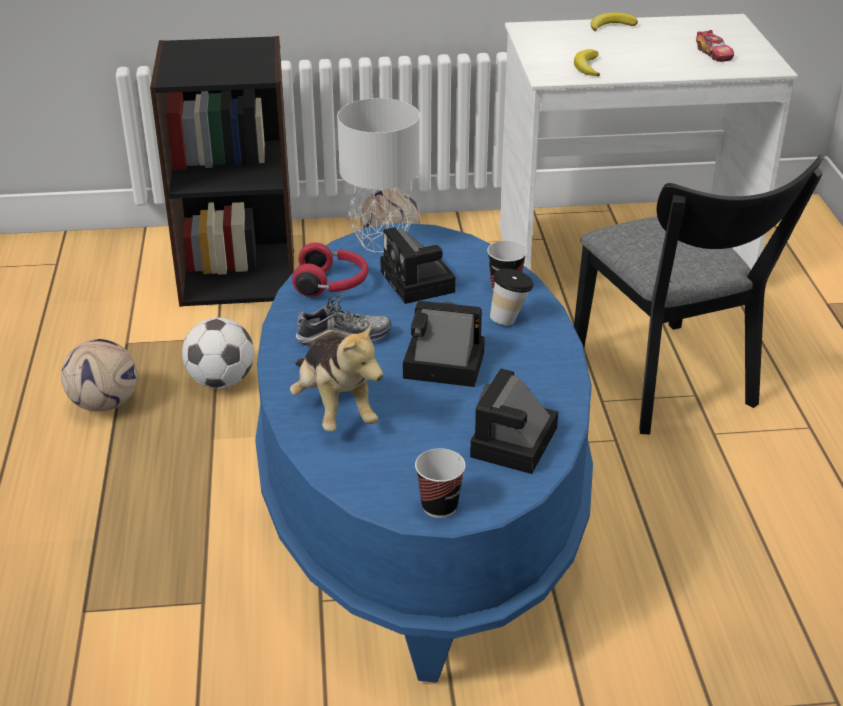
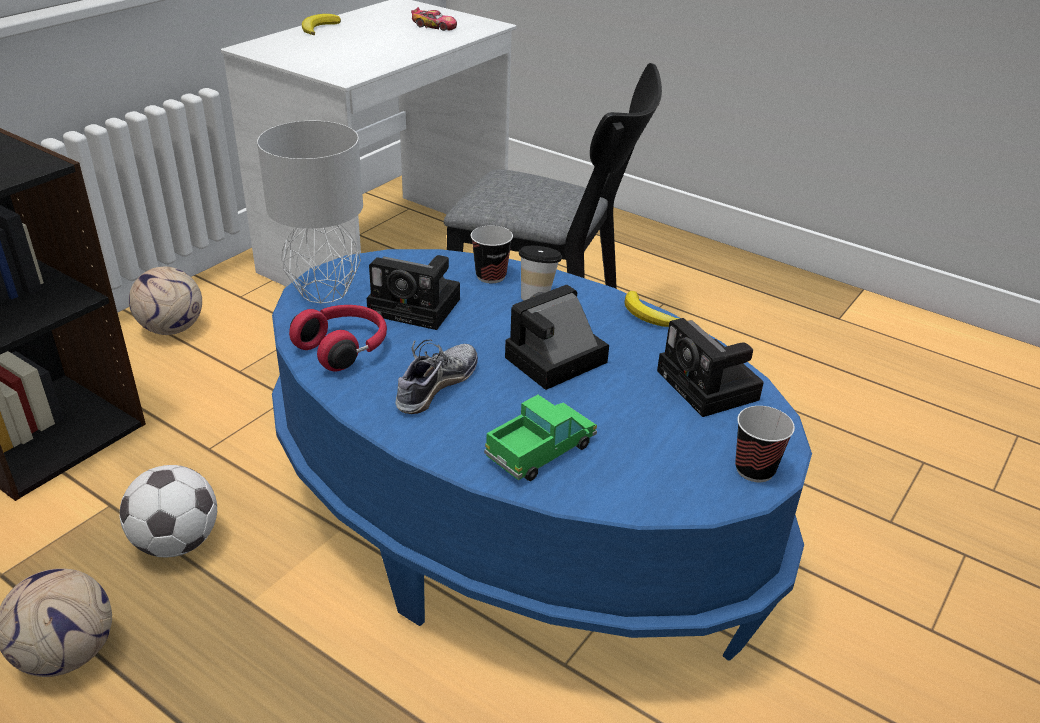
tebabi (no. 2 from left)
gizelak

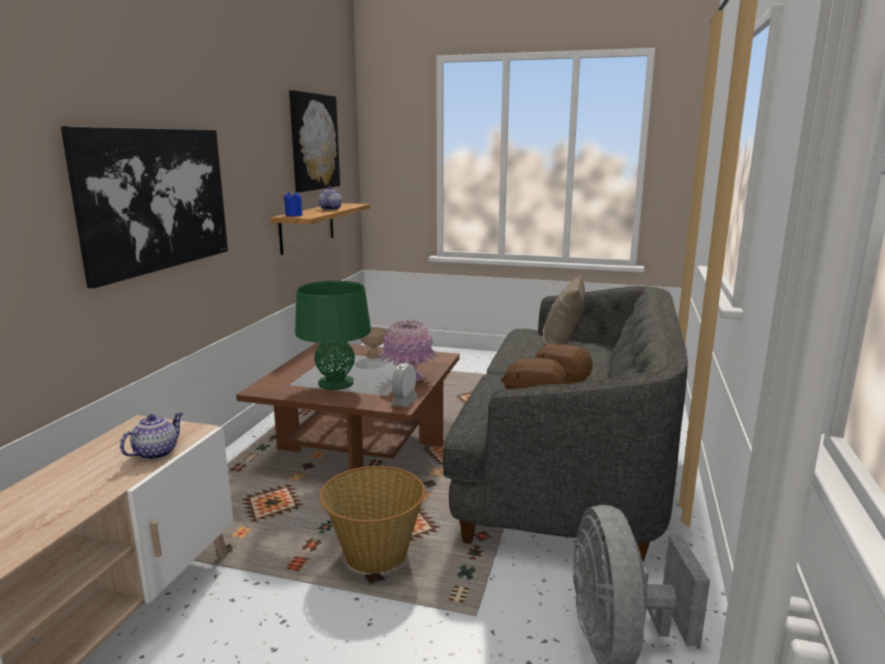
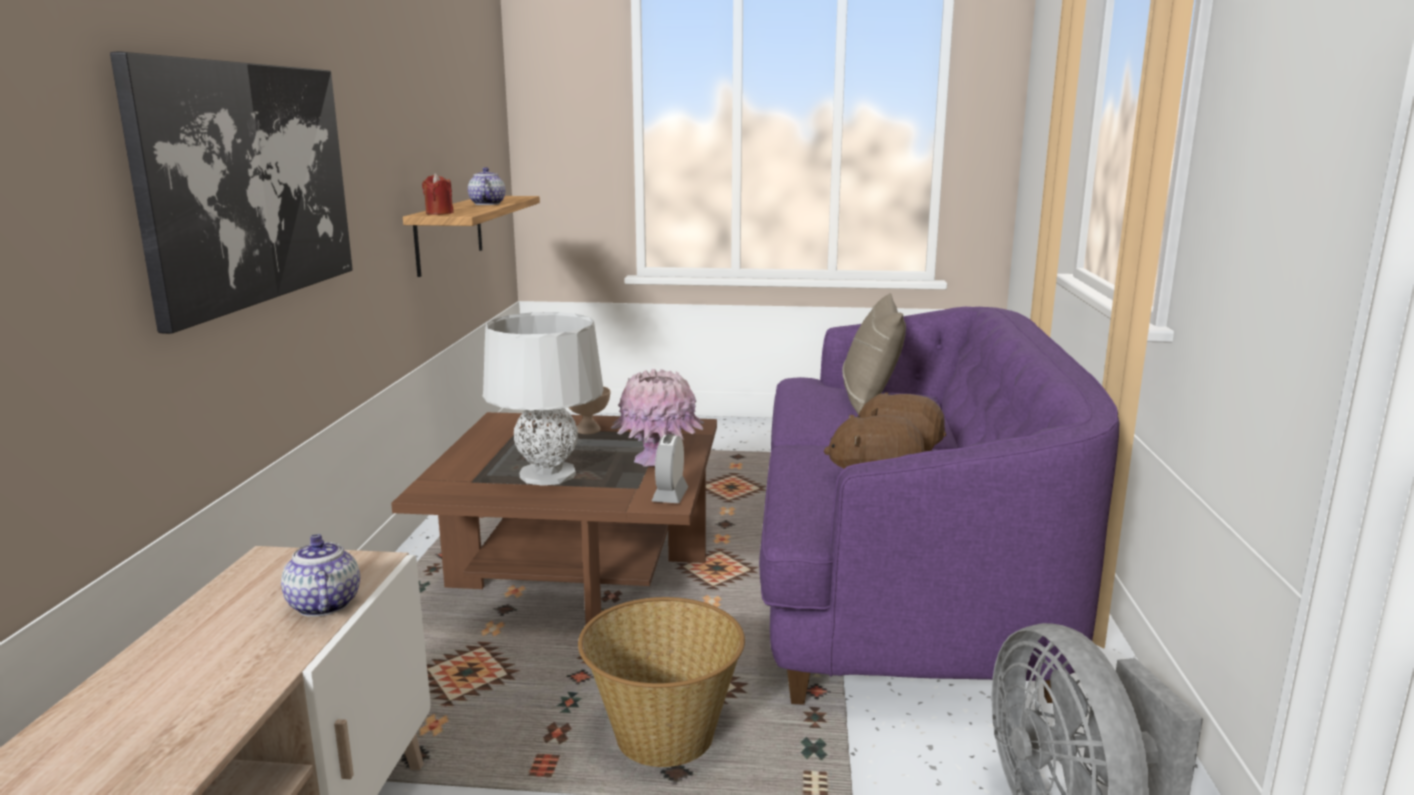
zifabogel (no. 2 from left in the first image)
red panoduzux
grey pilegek
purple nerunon
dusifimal (no. 1 from left)

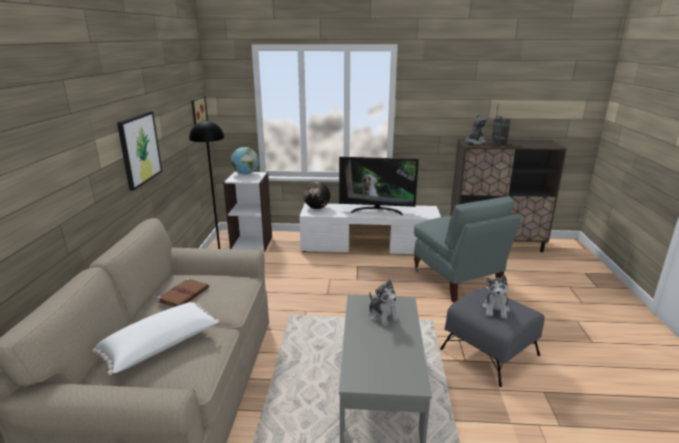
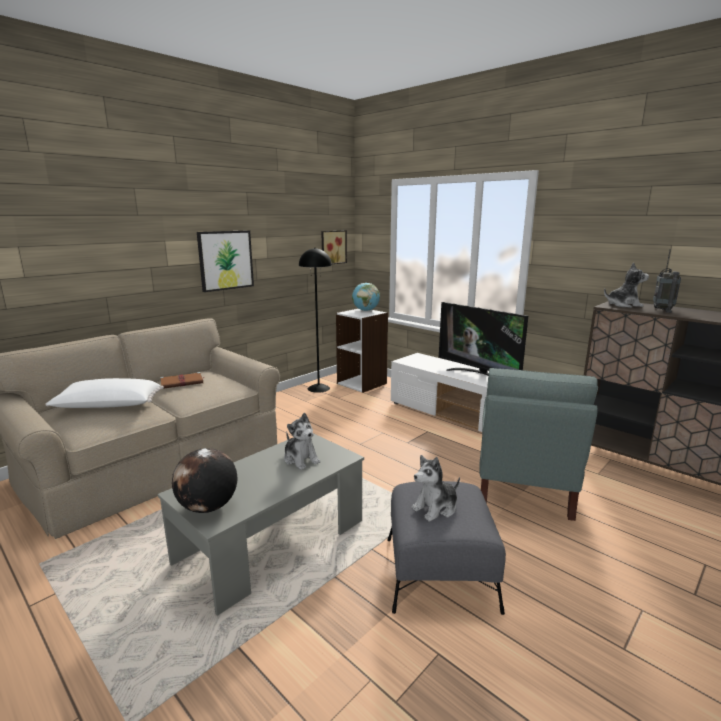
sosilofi (no. 1 from left)
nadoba (no. 1 from left)

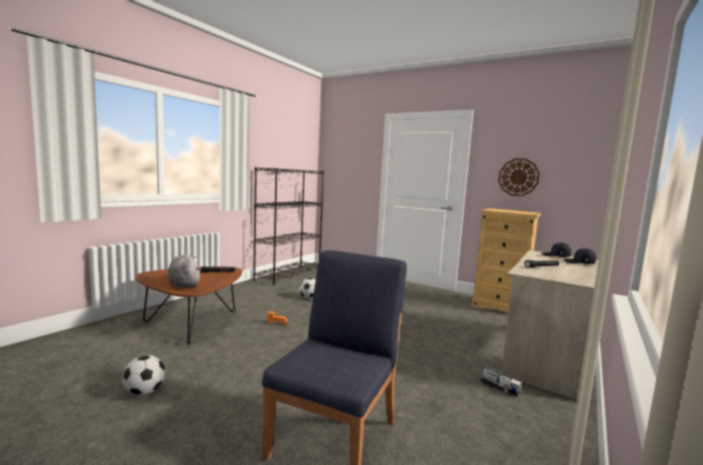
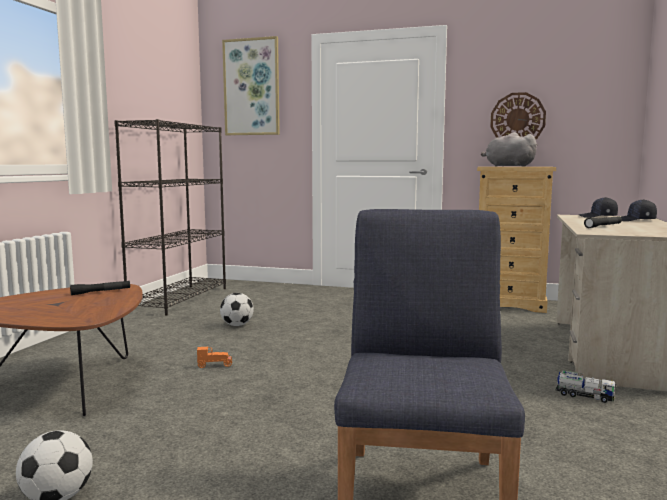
zifabogel
grey nadoba

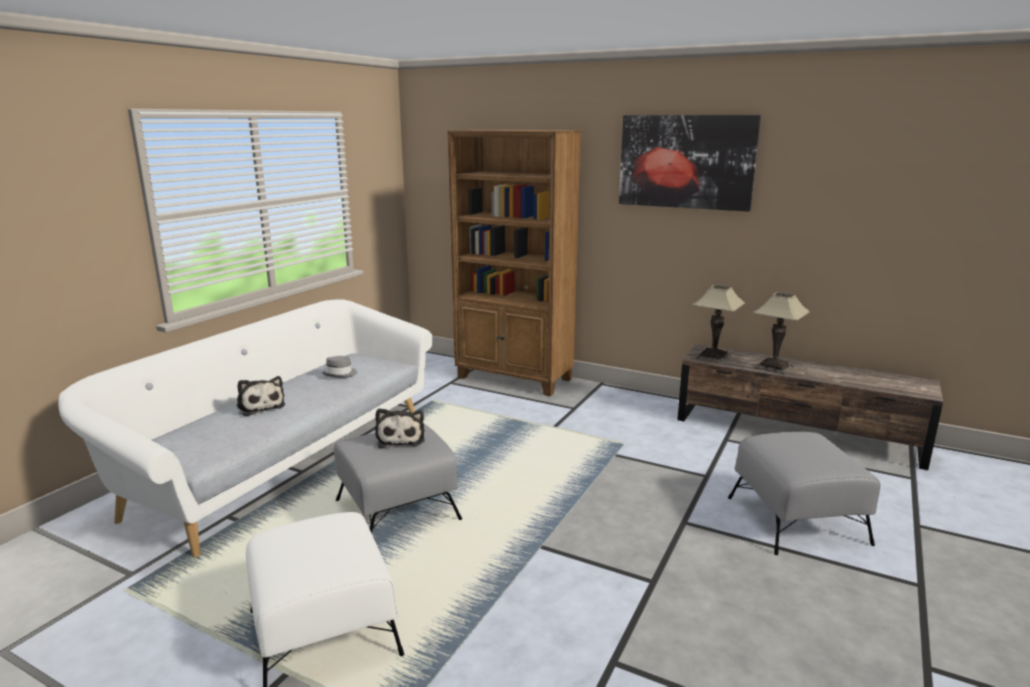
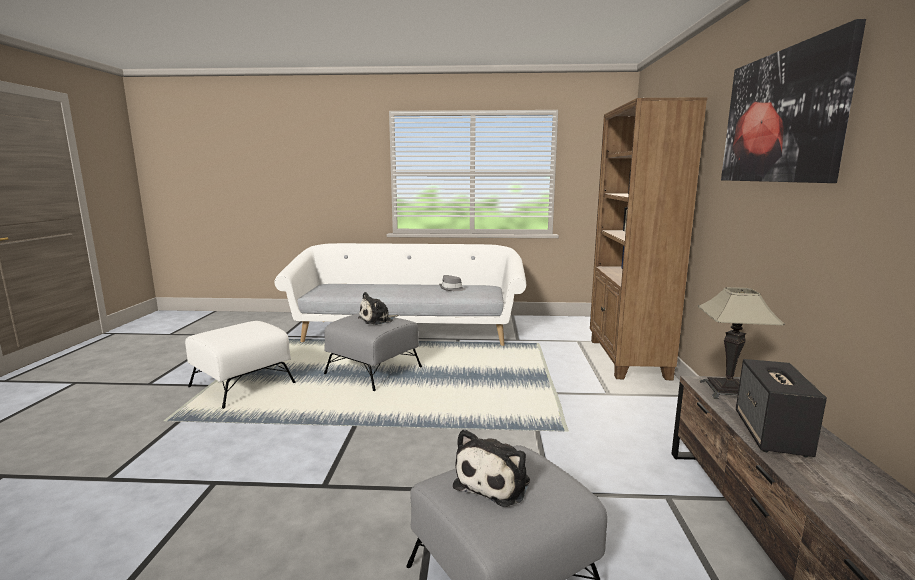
nadoba (no. 2 from left)
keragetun

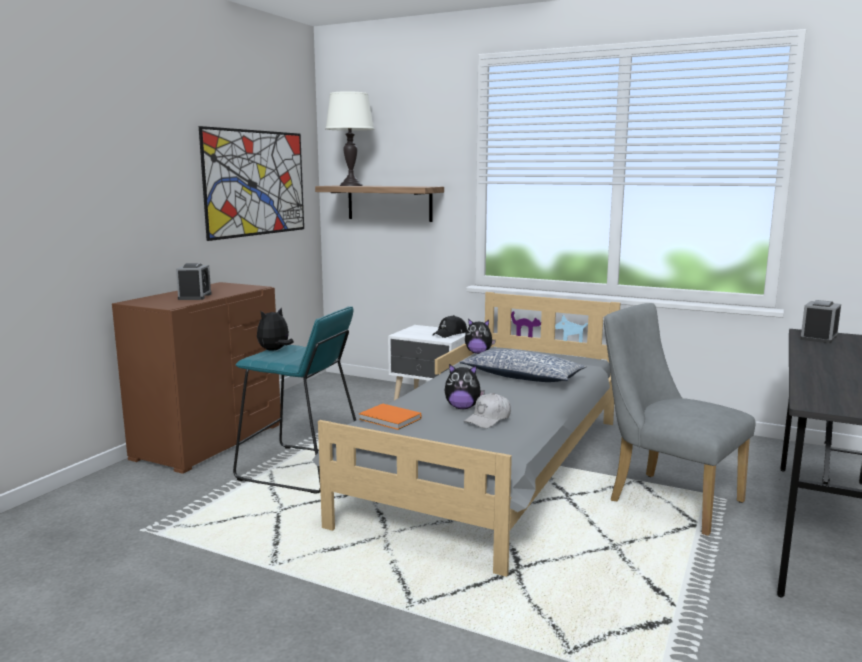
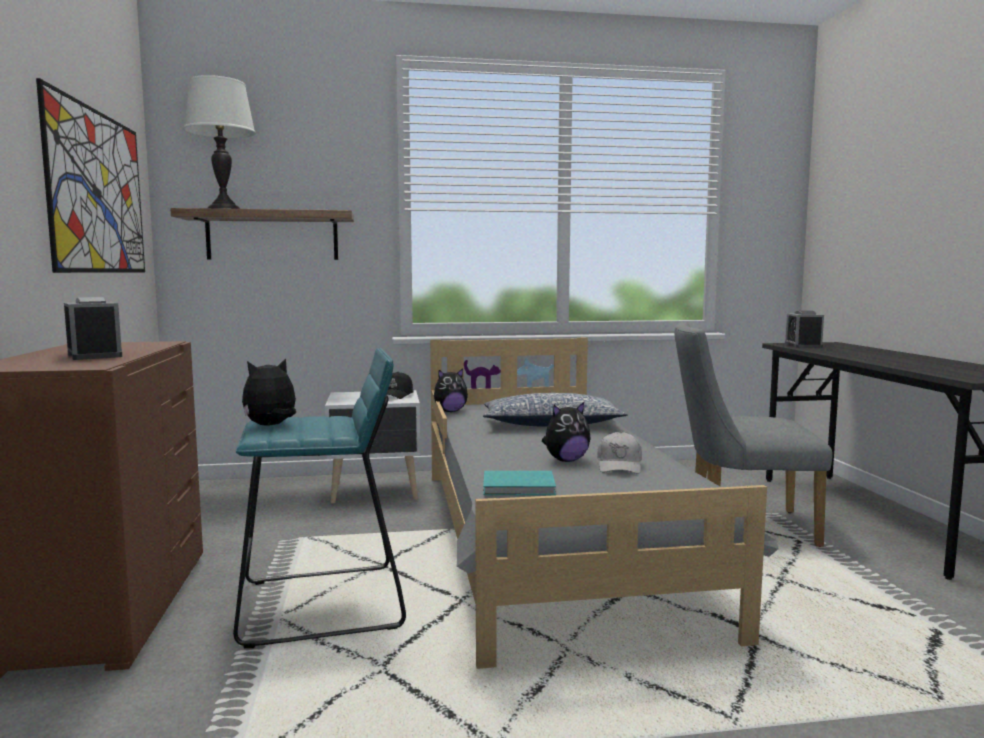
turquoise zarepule
nadoba (no. 1 from left)

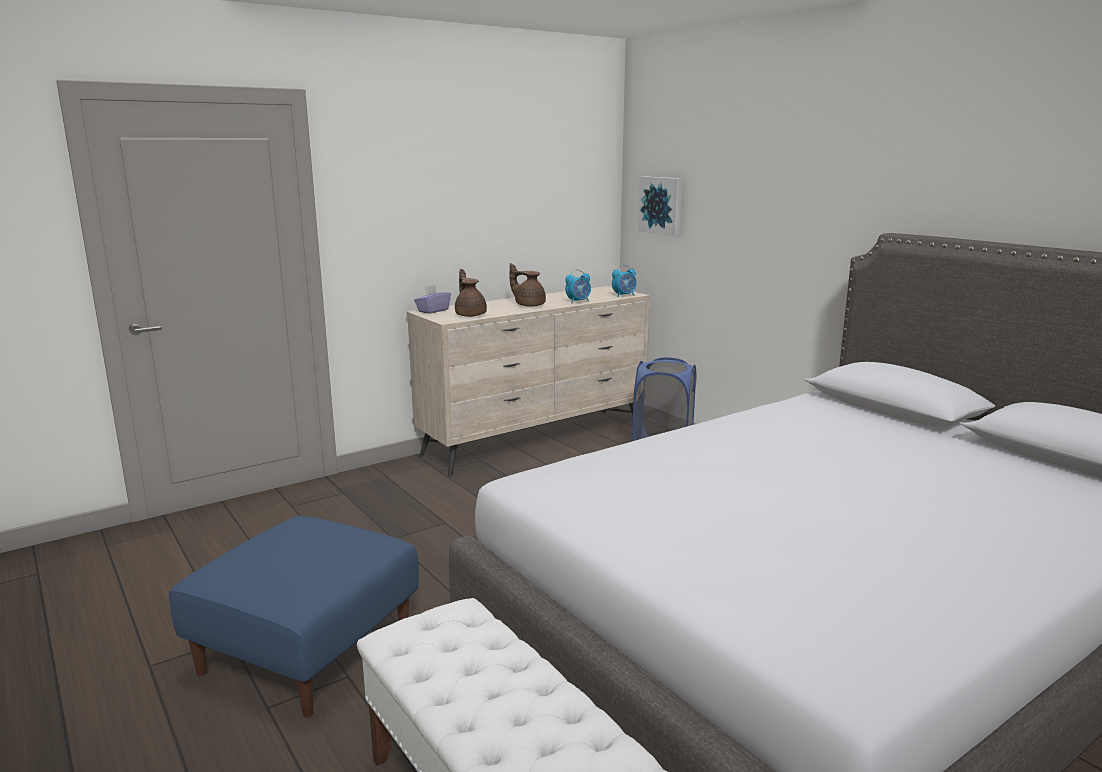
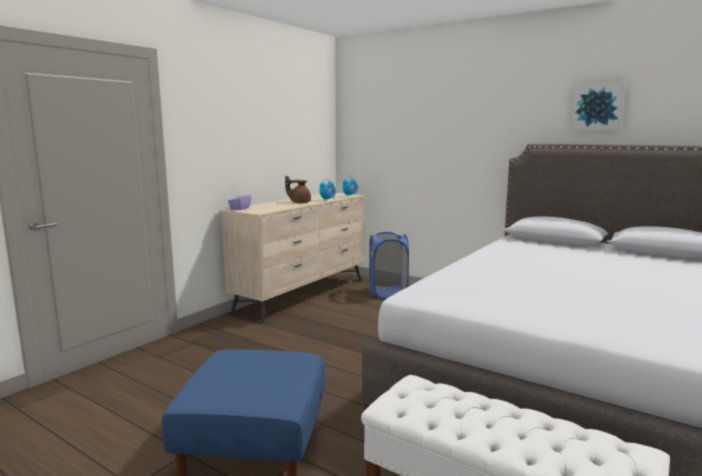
brown dusifimal (no. 1 from left in the first image)
zifabogel

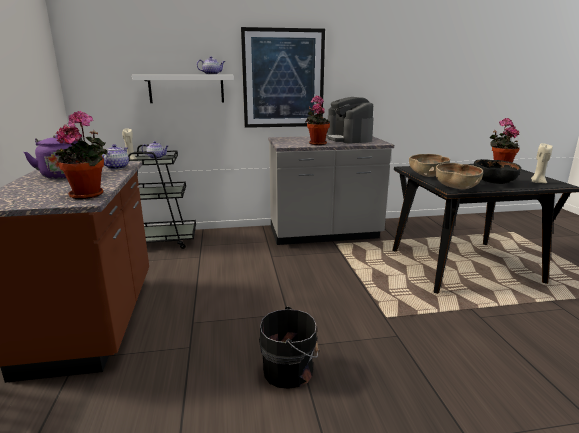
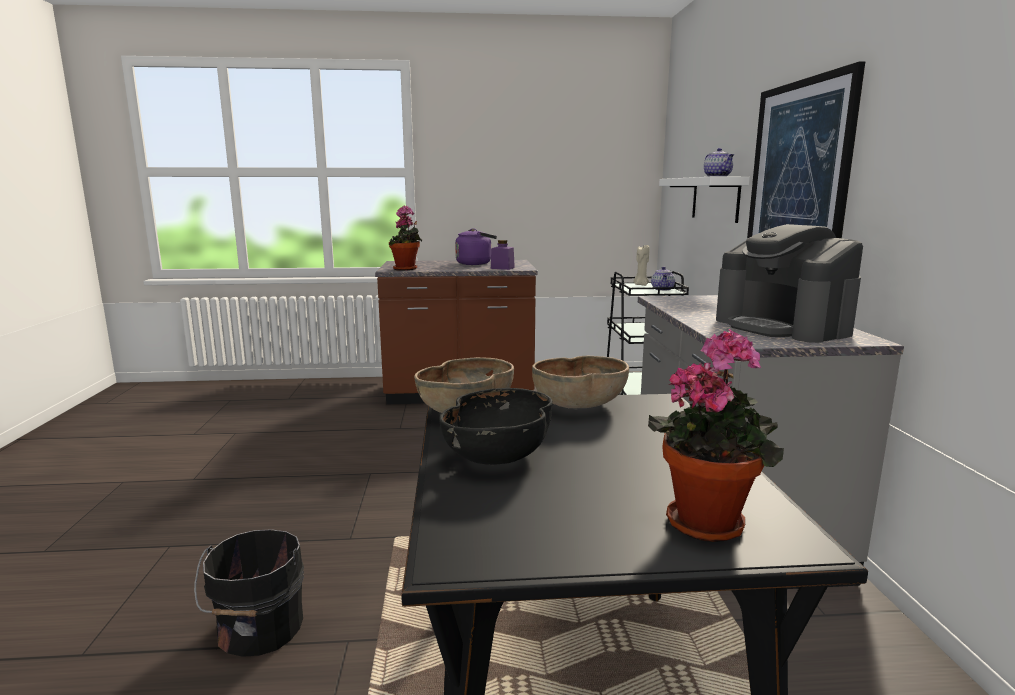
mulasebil (no. 2 from left in the first image)
beige panoduzux (no. 2 from left in the first image)
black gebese
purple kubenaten
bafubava

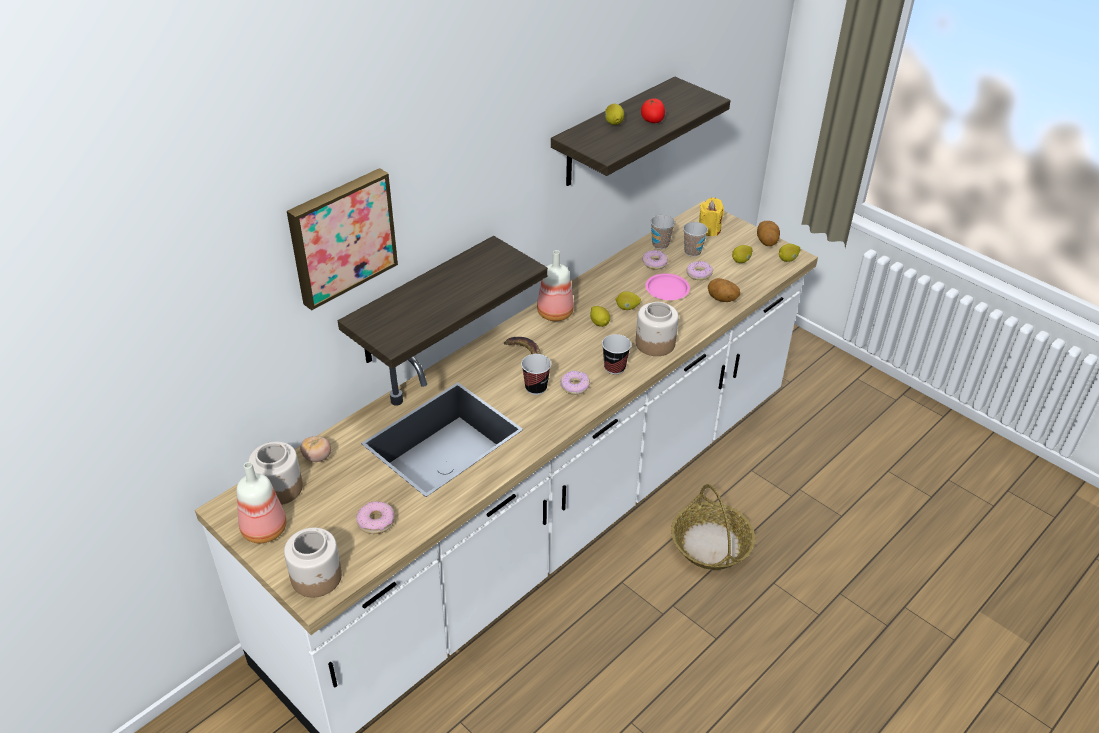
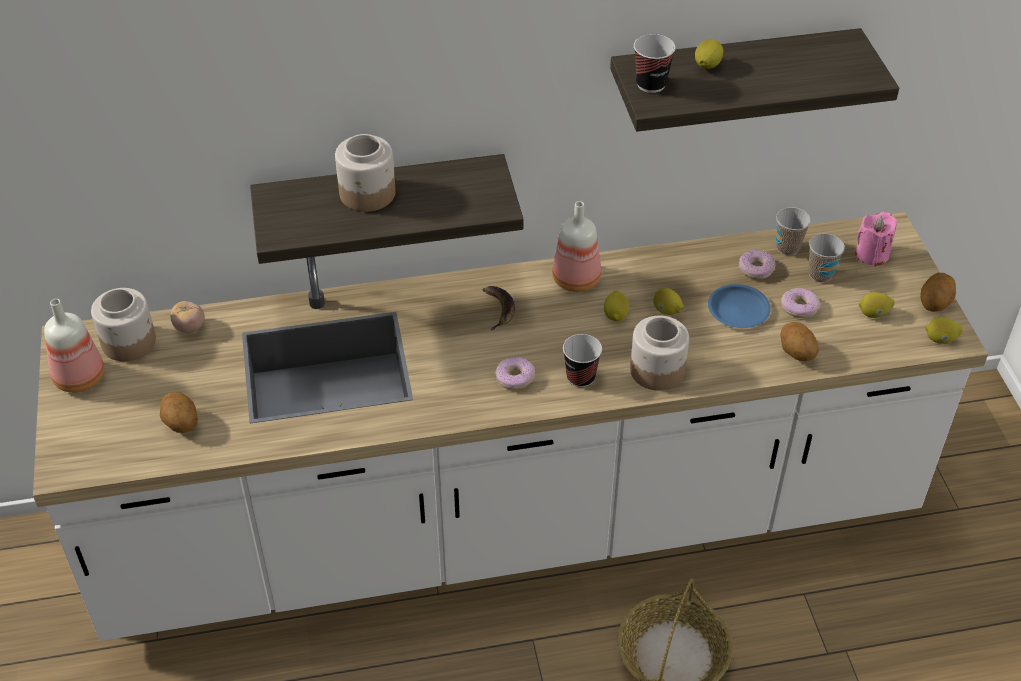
zifabogel
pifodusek (no. 2 from left in the first image)
kubenaten (no. 2 from left)
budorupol (no. 2 from left)
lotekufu (no. 1 from left)
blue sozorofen
pink panoduzux

